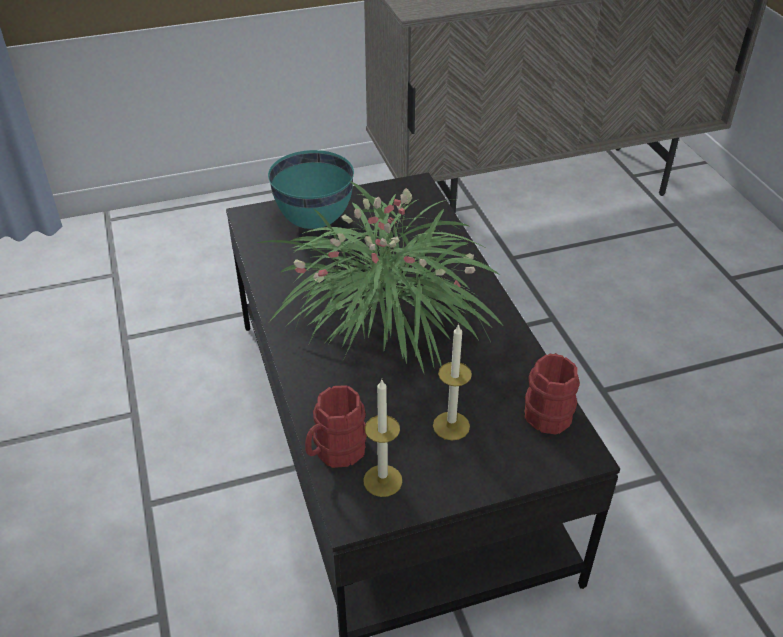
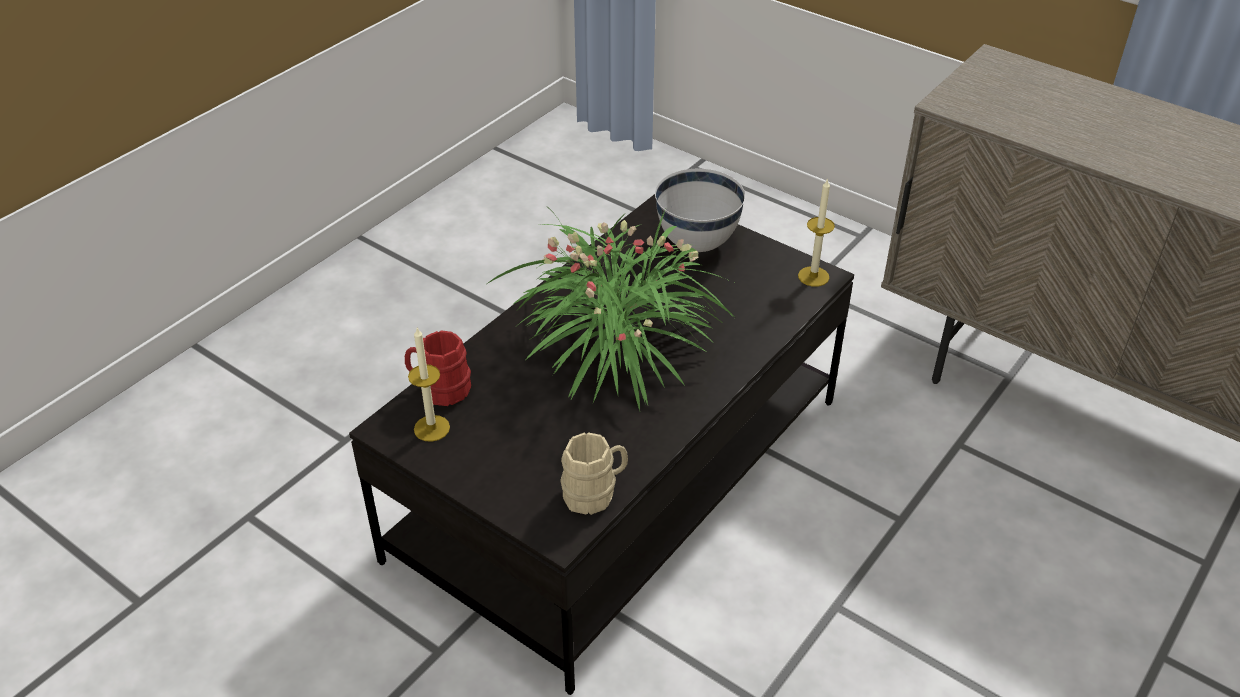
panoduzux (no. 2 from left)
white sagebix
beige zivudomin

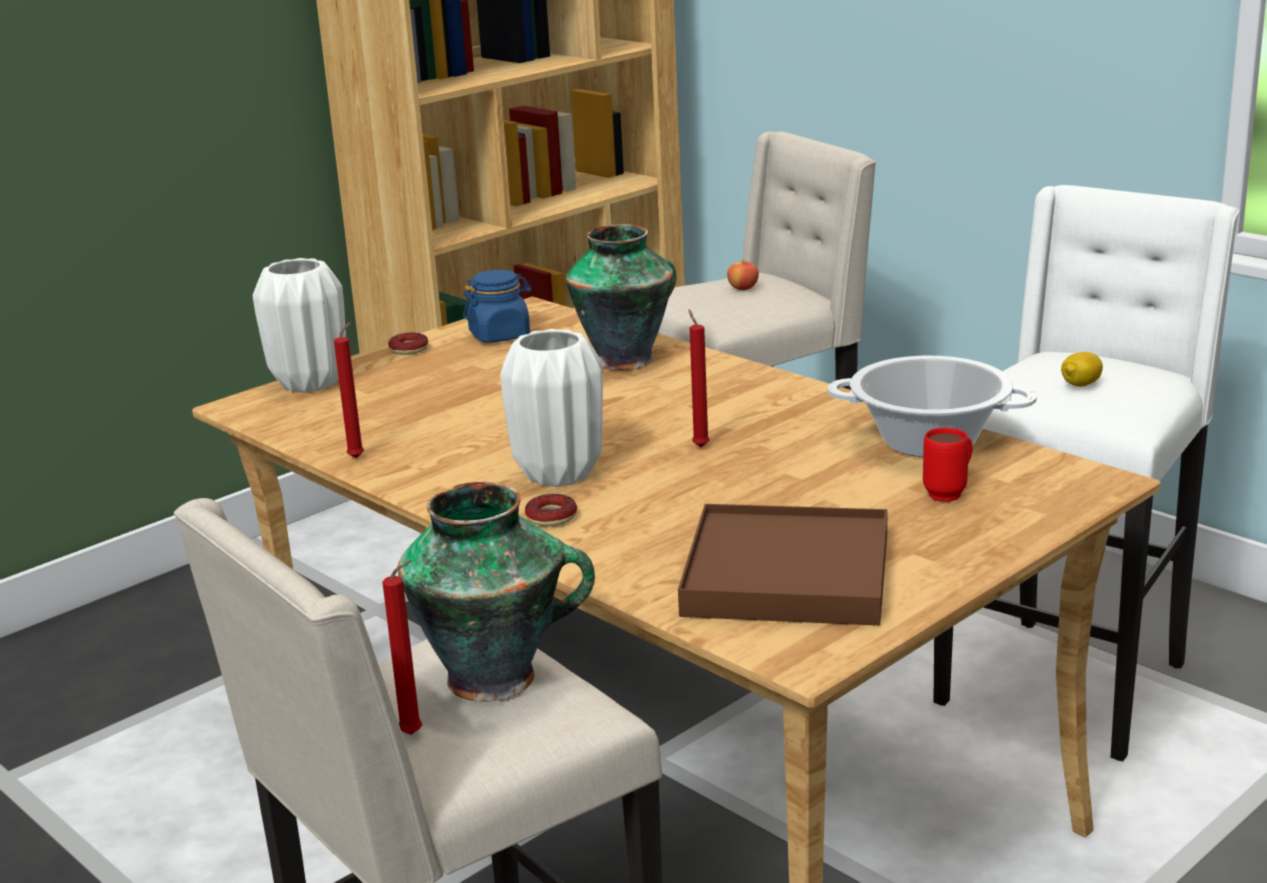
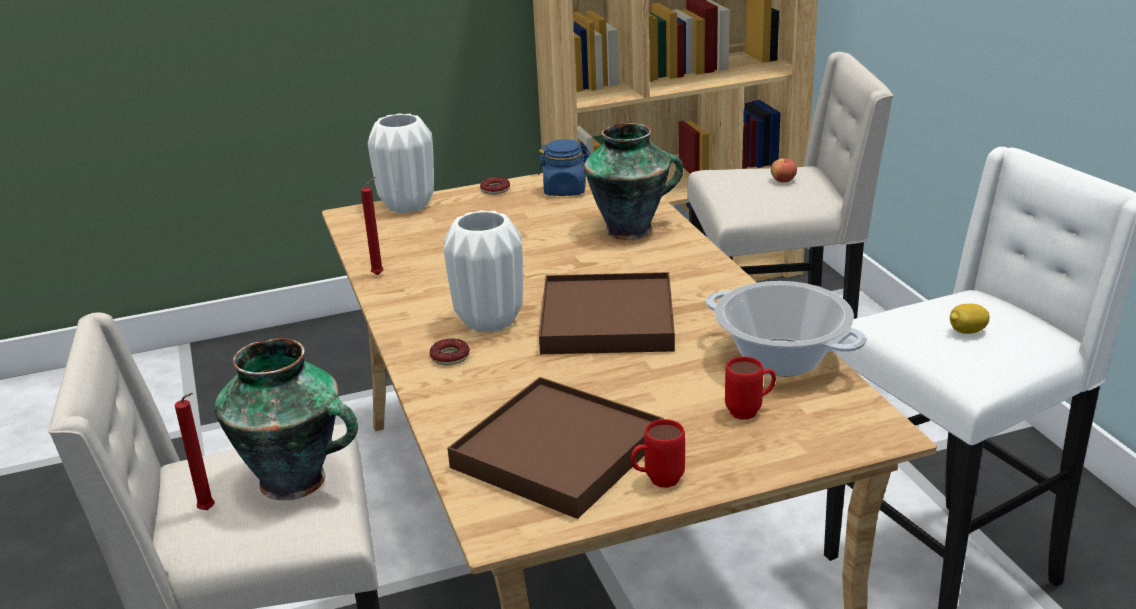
red zivudomin (no. 1 from left)
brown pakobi (no. 2 from left)

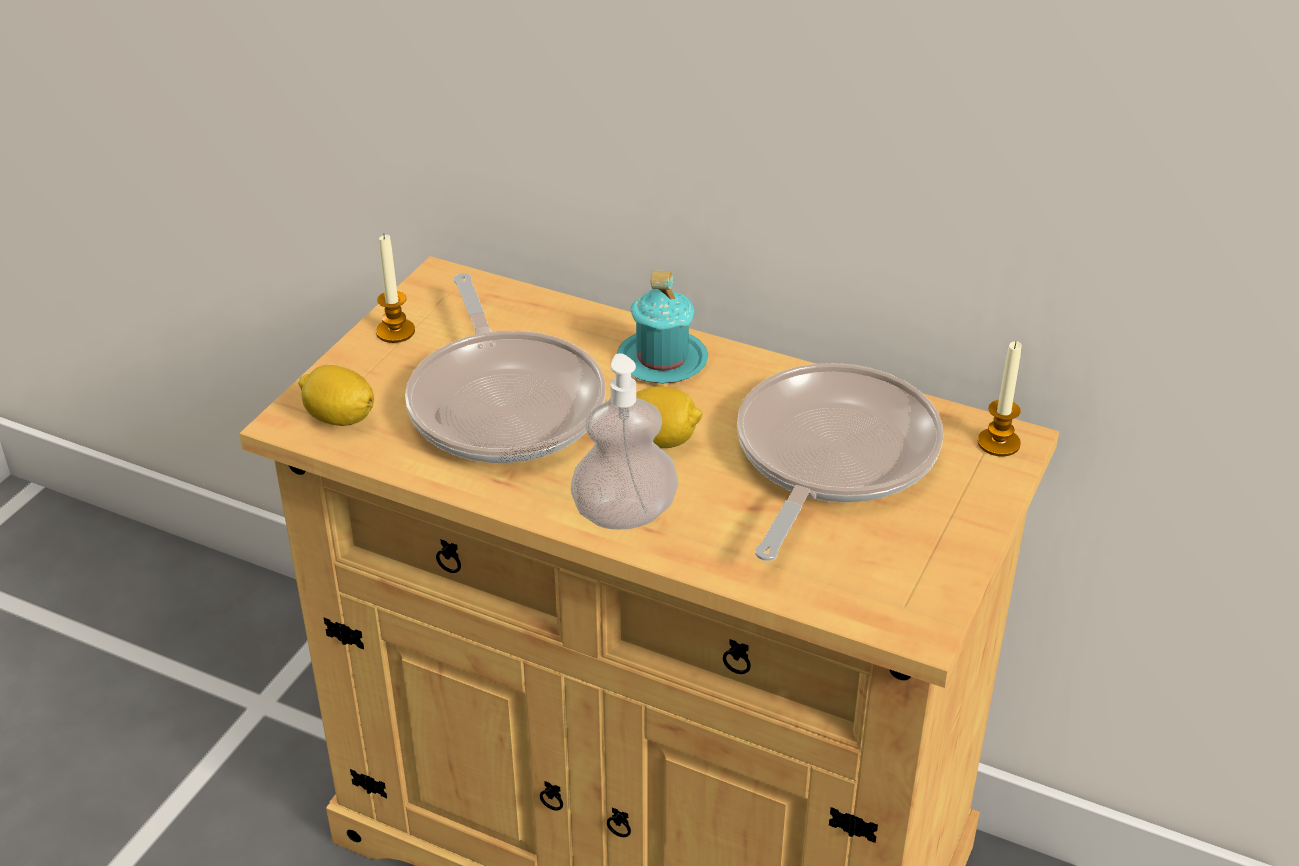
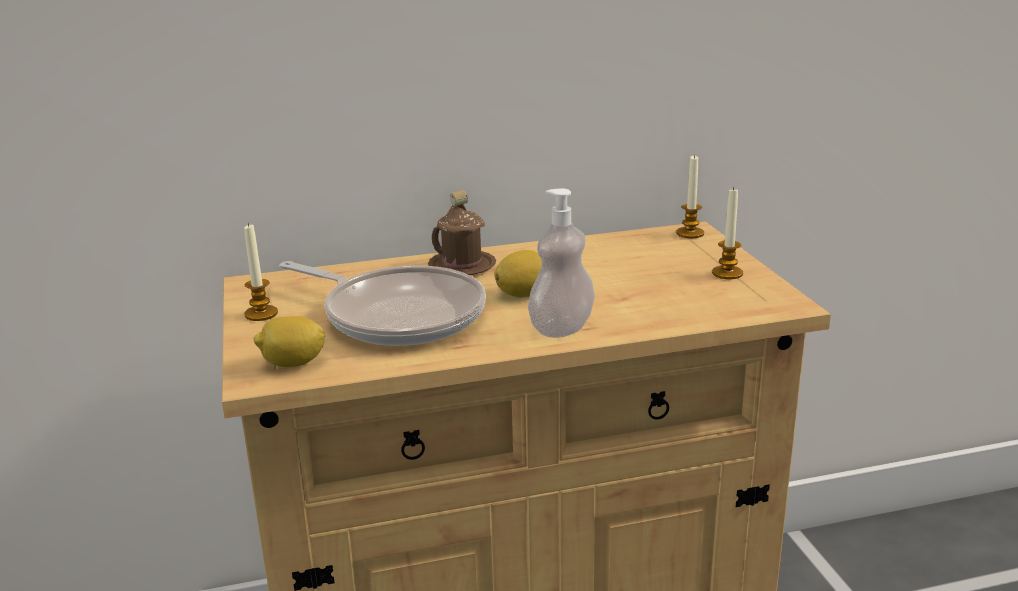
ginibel (no. 2 from left in the first image)
panoduzux (no. 3 from left)
brown zivudomin

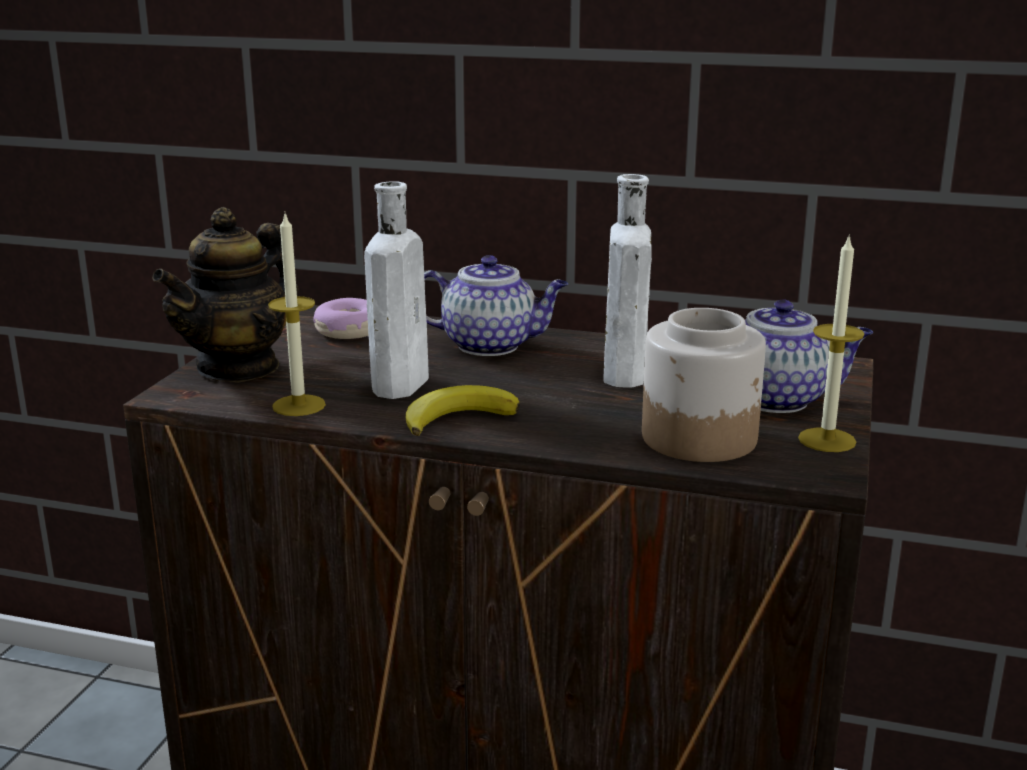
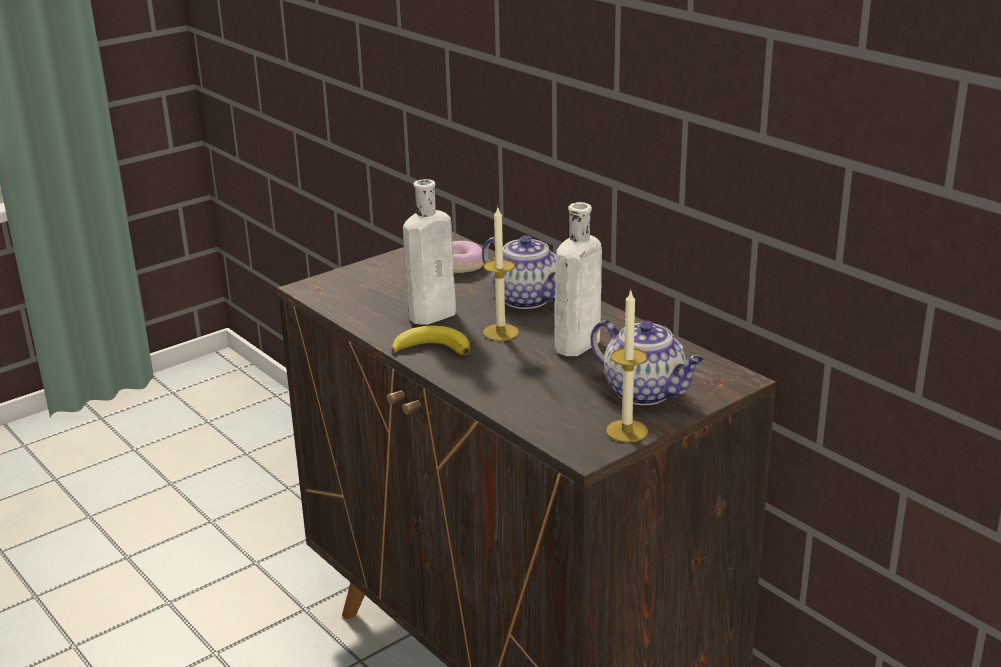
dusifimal (no. 1 from left in the first image)
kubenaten
panoduzux (no. 1 from left)

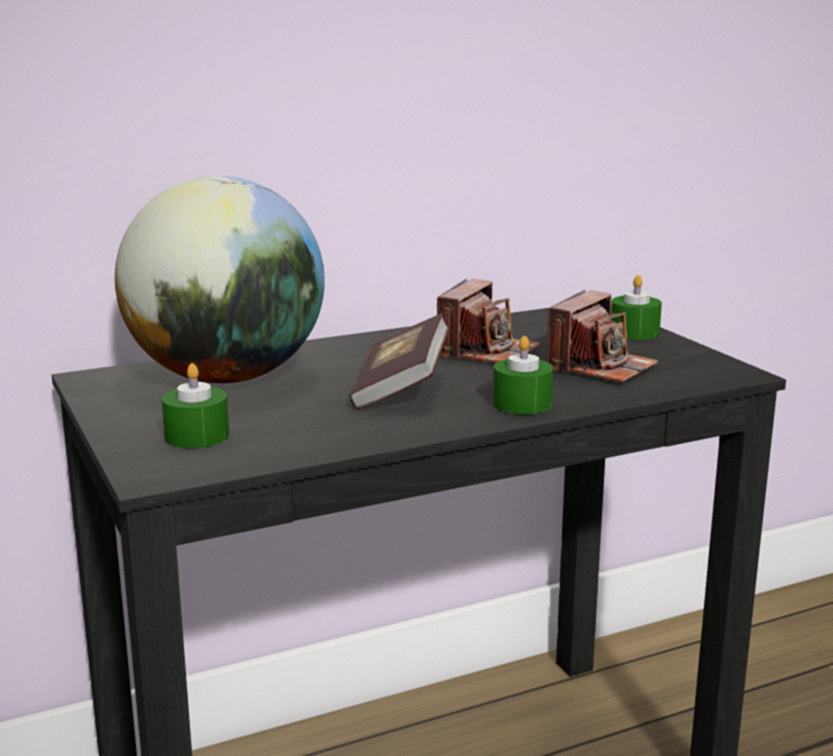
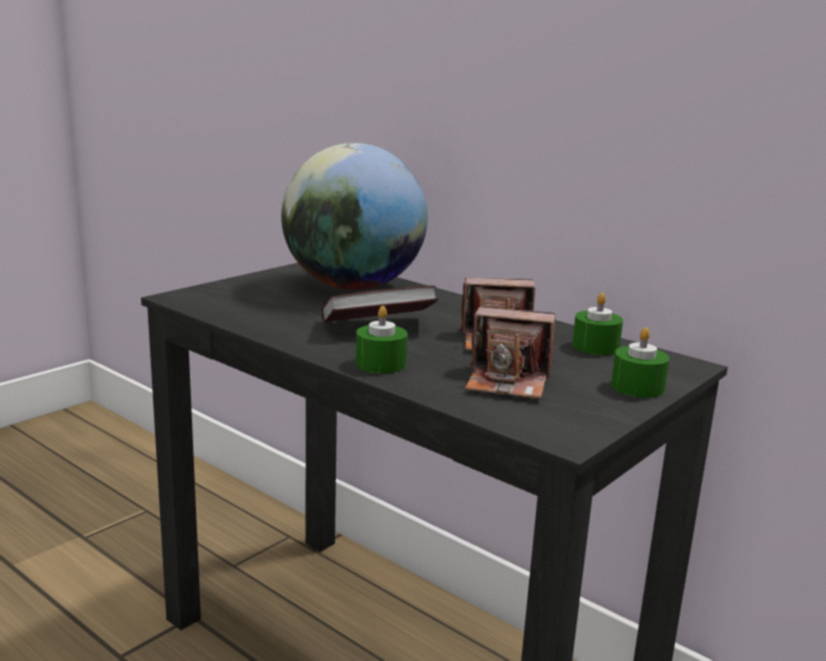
green panoduzux (no. 2 from left)

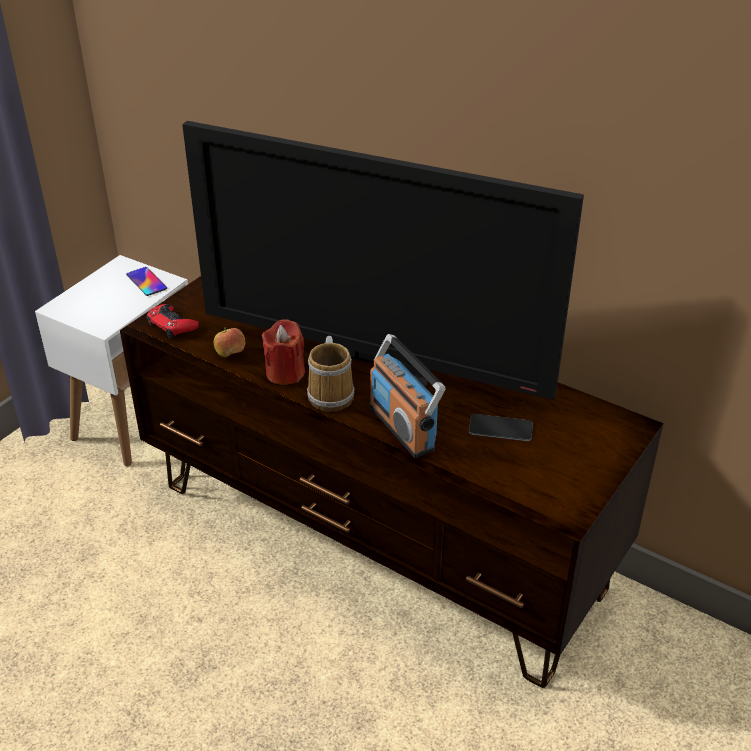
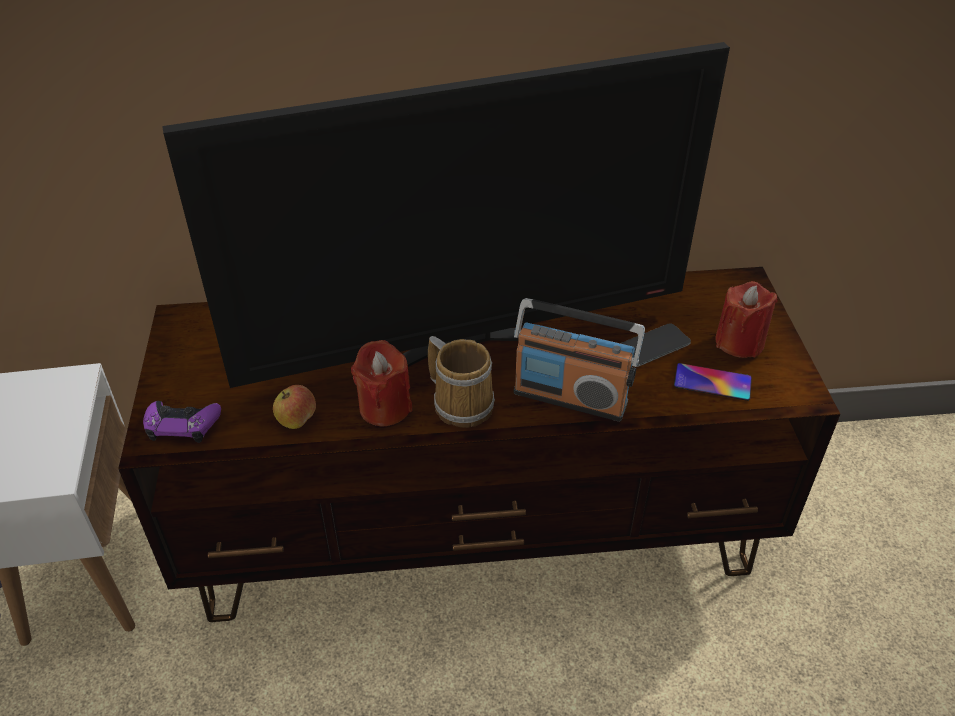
red panoduzux (no. 2 from left)
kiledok (no. 2 from left)
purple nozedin

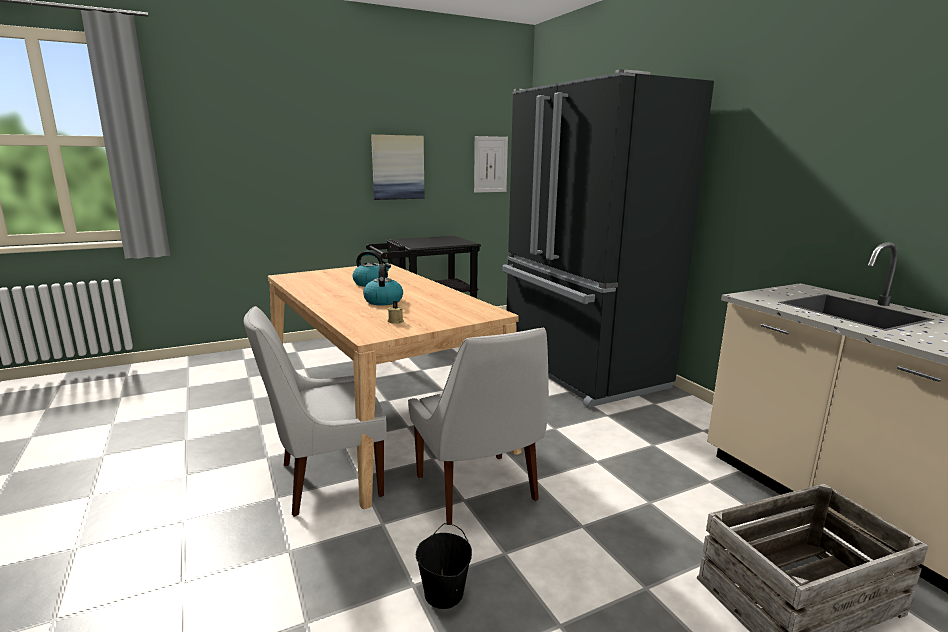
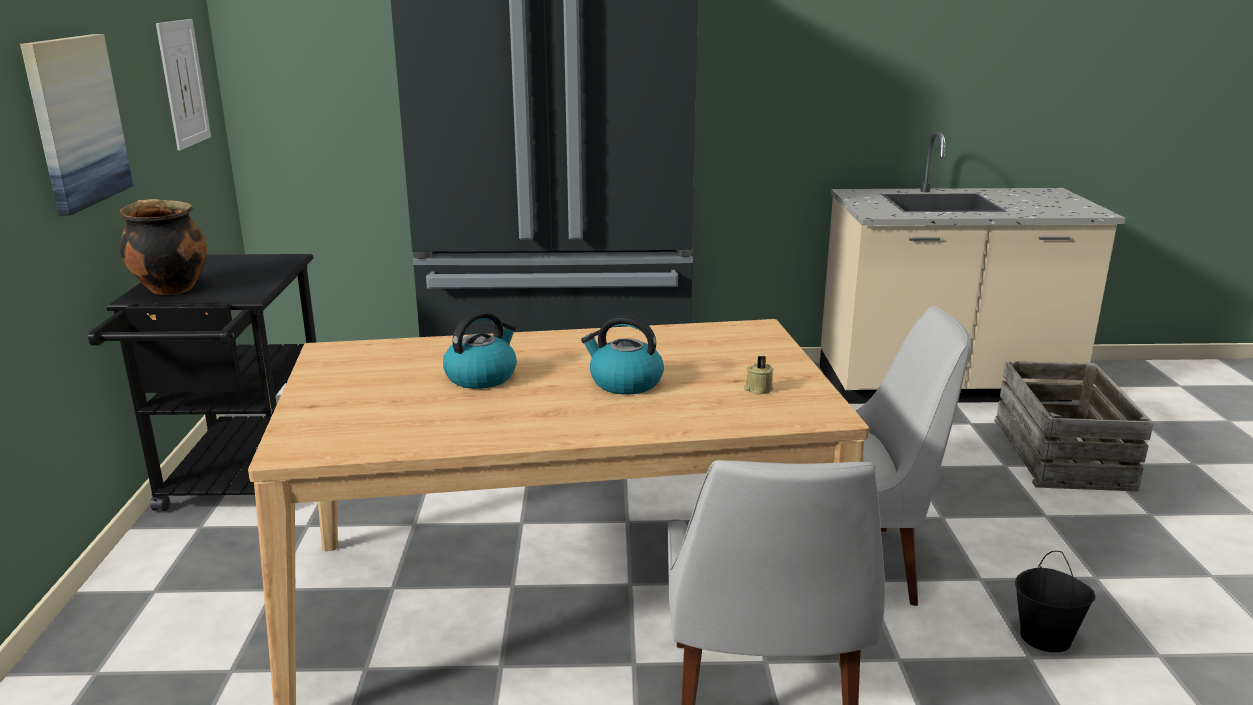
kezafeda

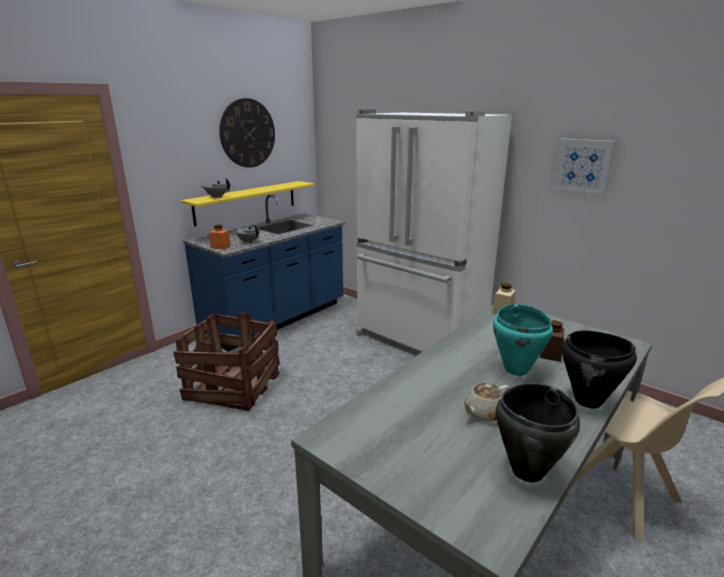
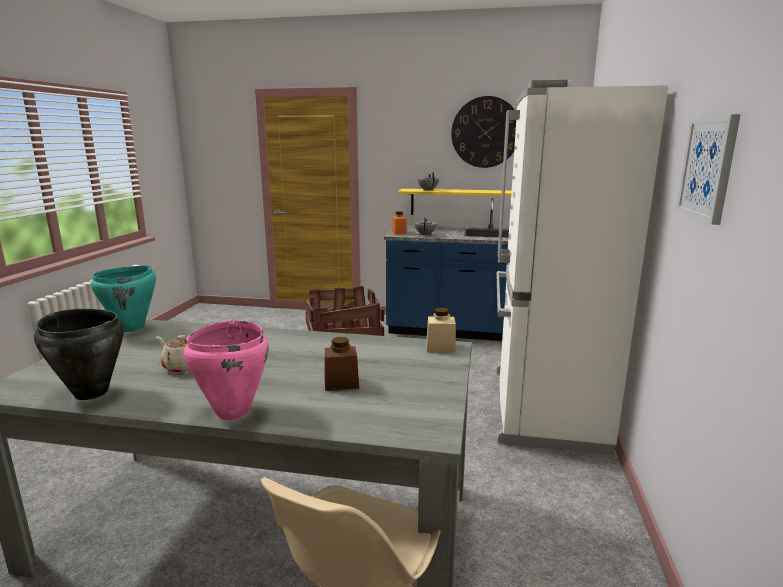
turquoise kezafeda
pink kezafeda

